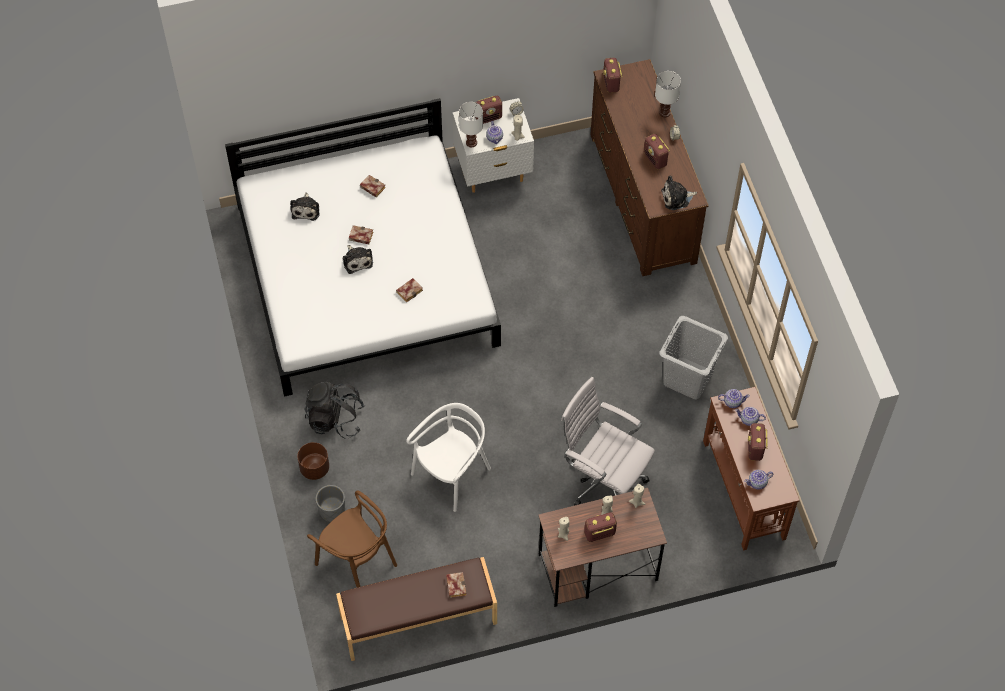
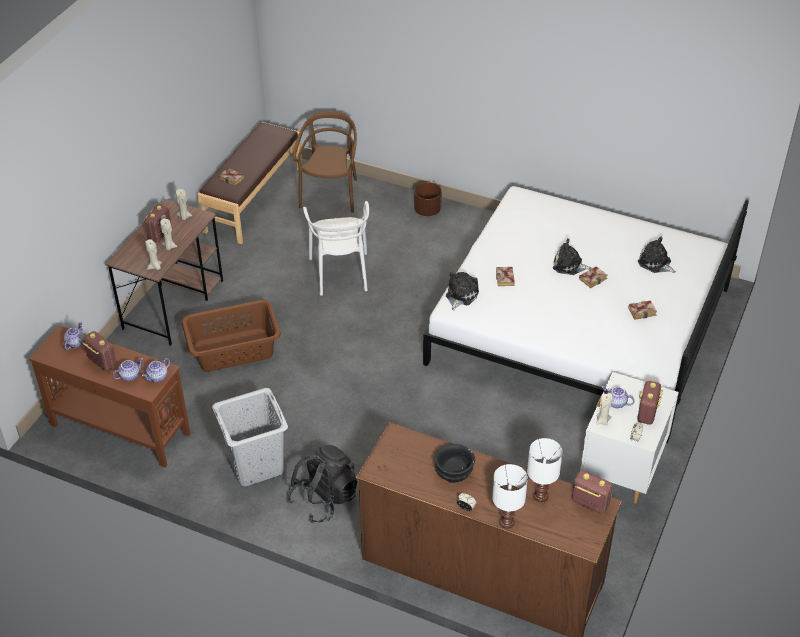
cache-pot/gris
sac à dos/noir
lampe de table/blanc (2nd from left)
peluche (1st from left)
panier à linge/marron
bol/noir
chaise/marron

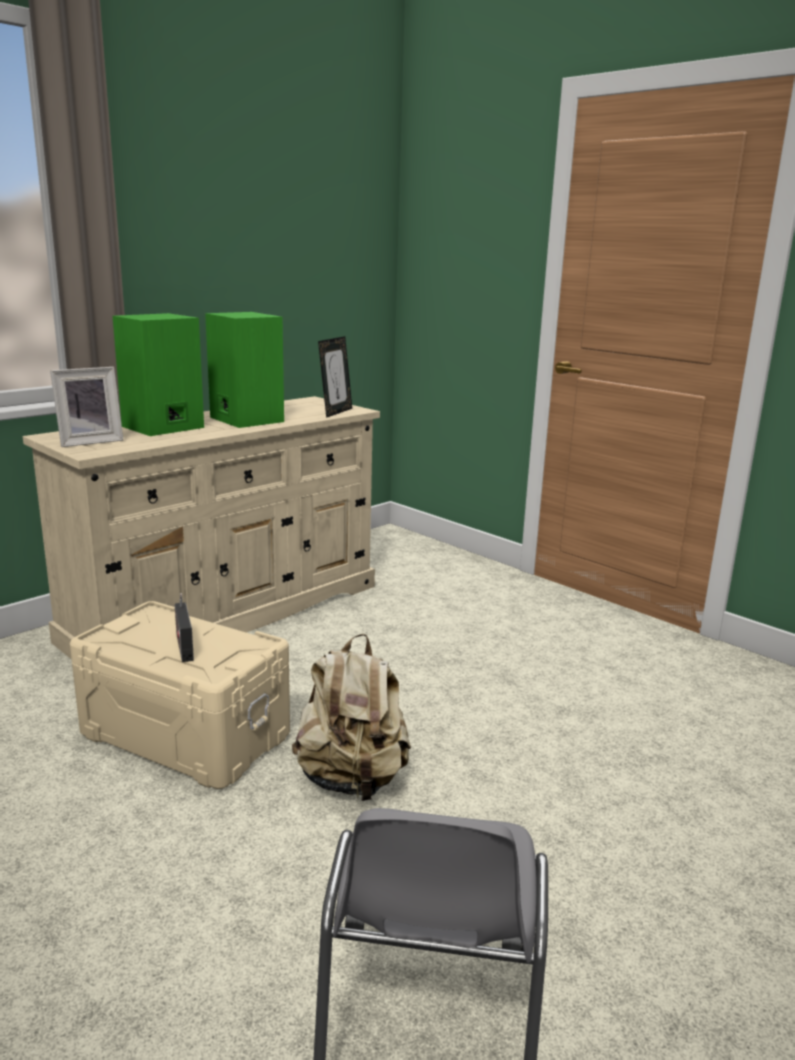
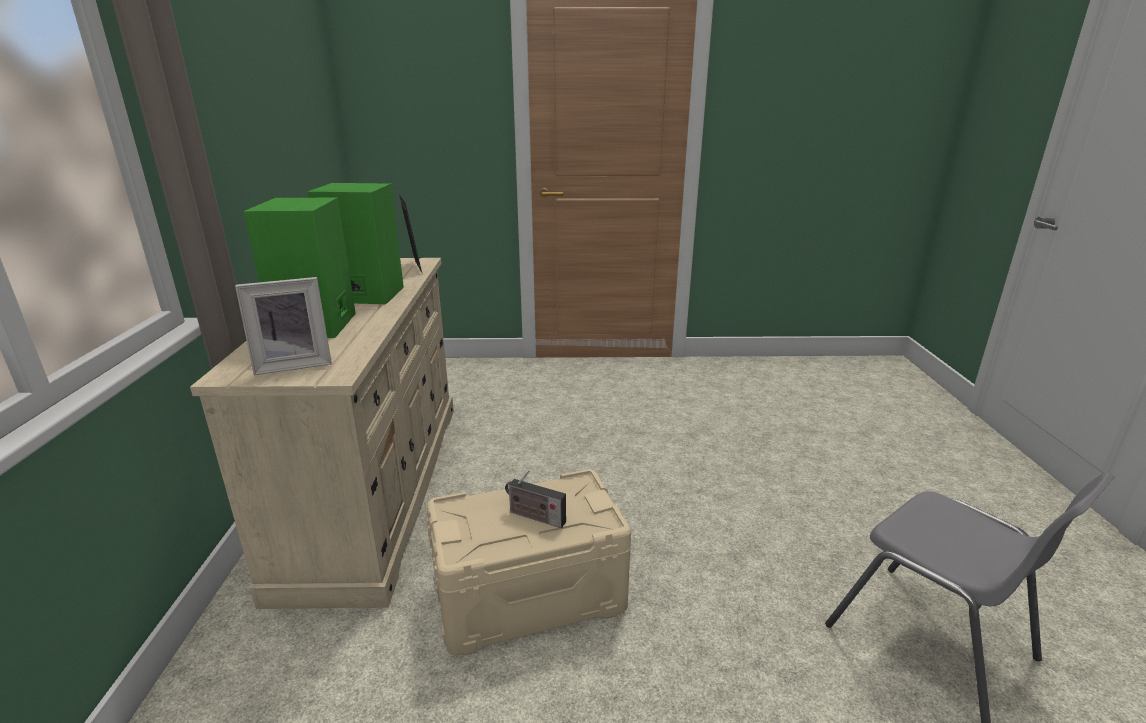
sac à dos/beige
cadre photo (1st from left)

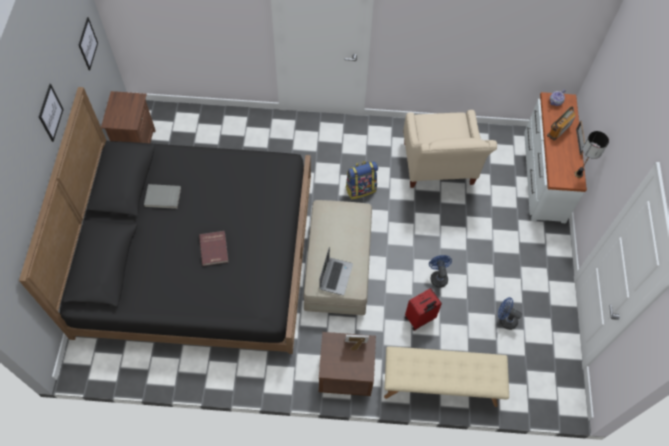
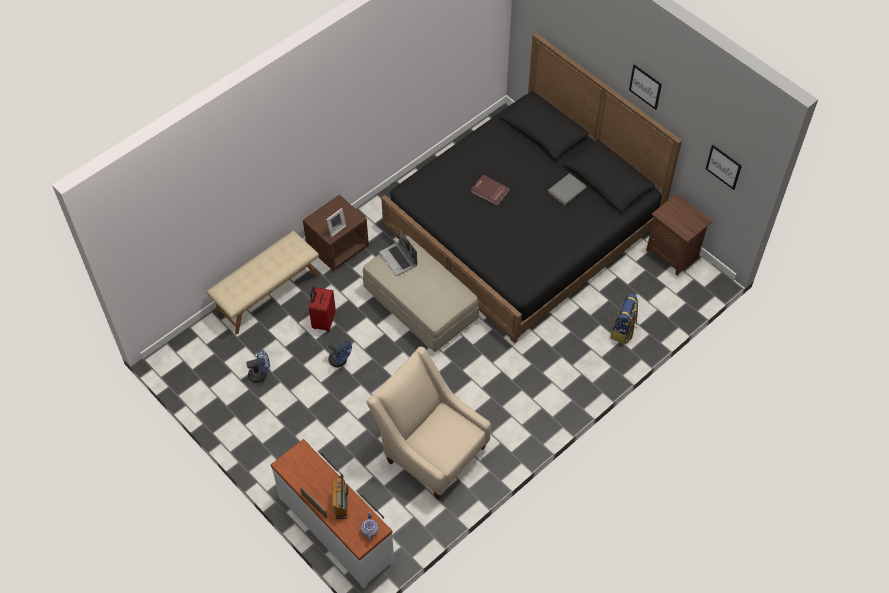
lampe de table
sac à dos

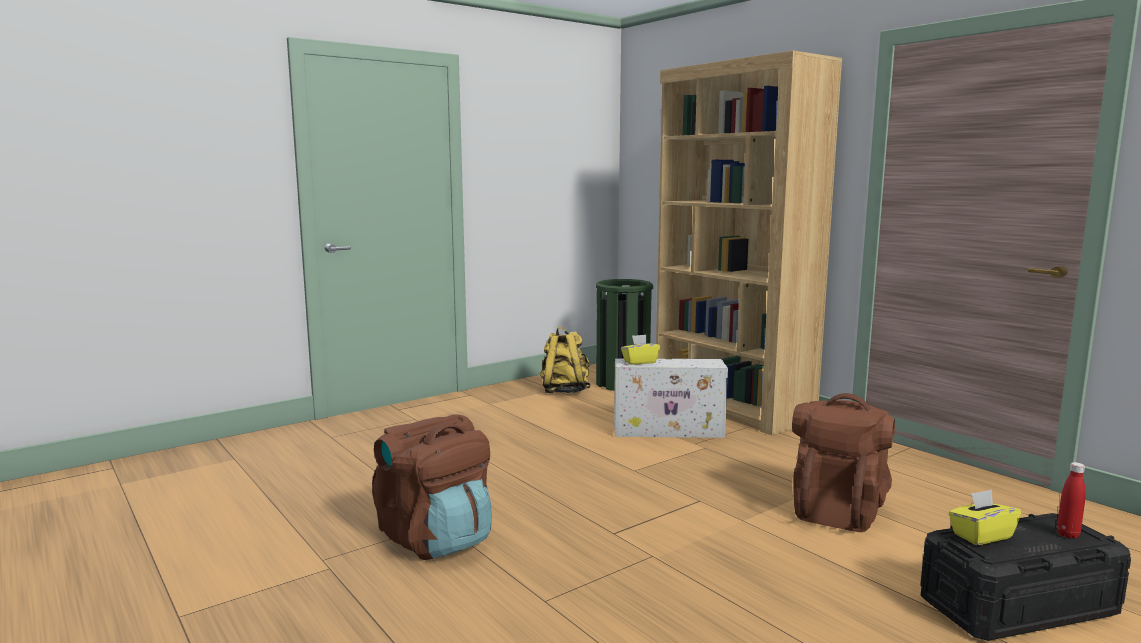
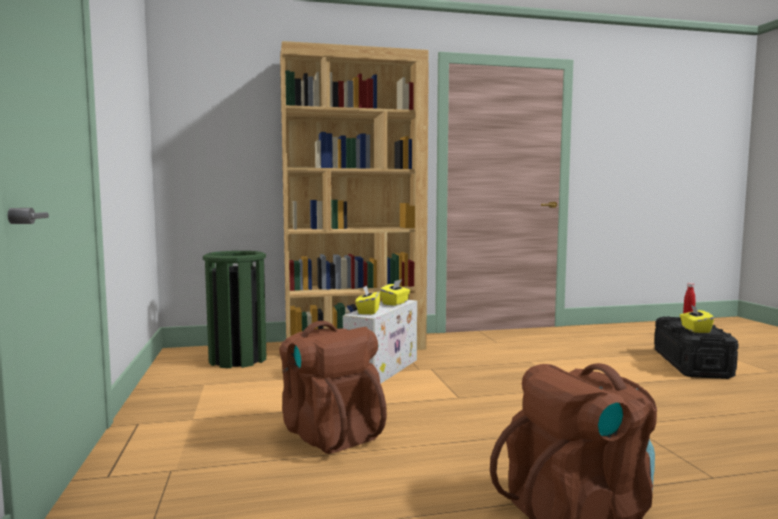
sac à dos/jaune
boîte à mouchoirs/jaune (2nd from left)
sac à dos/marron (1st from left)

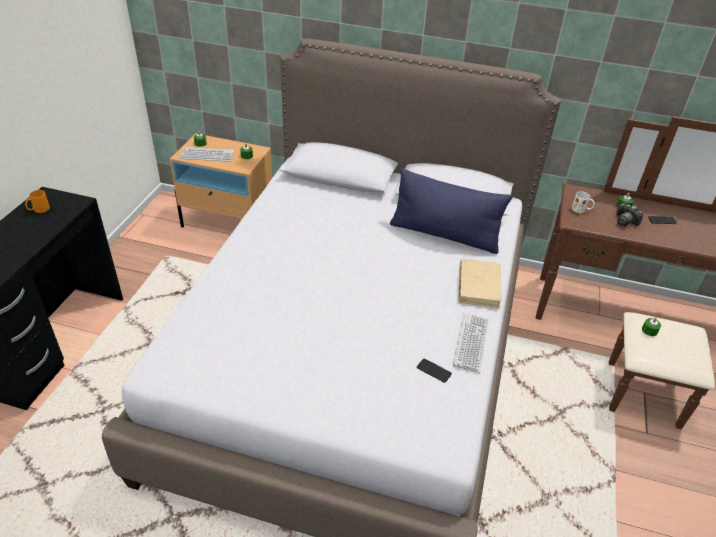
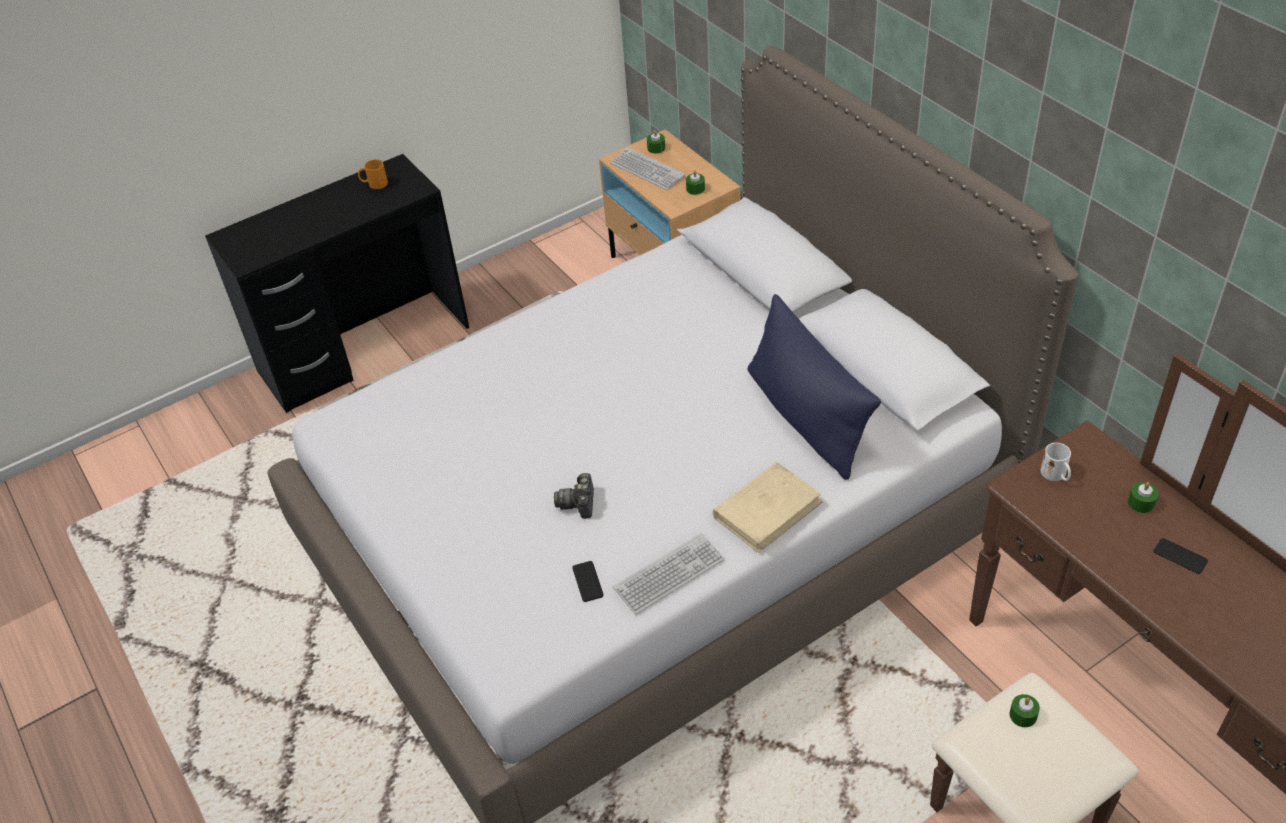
appareil photo

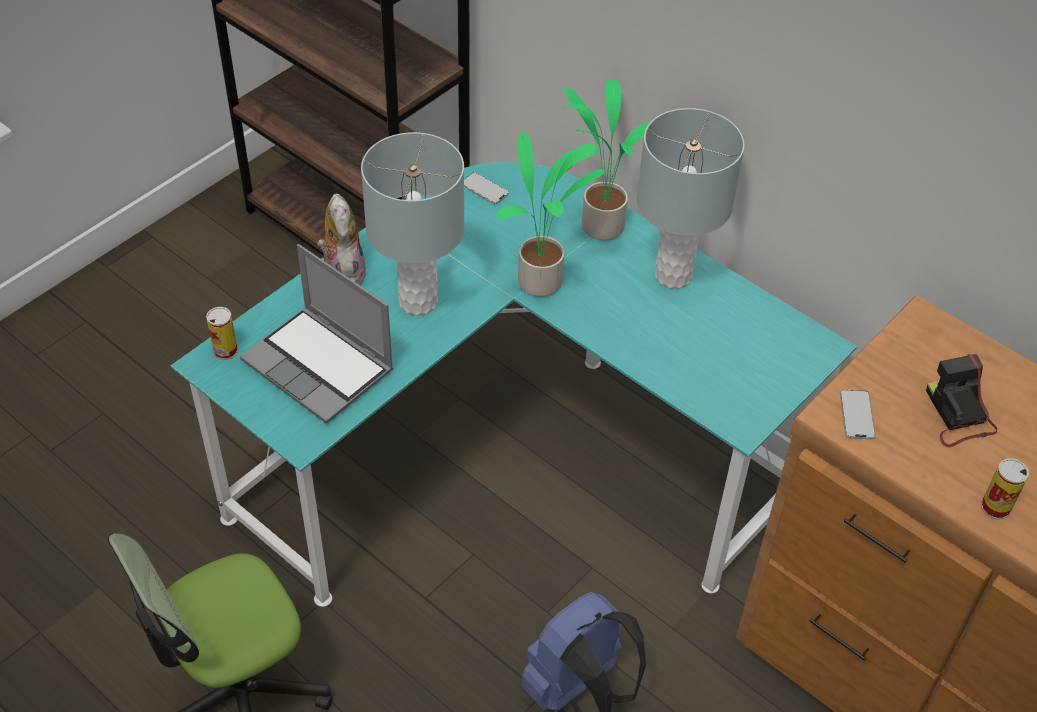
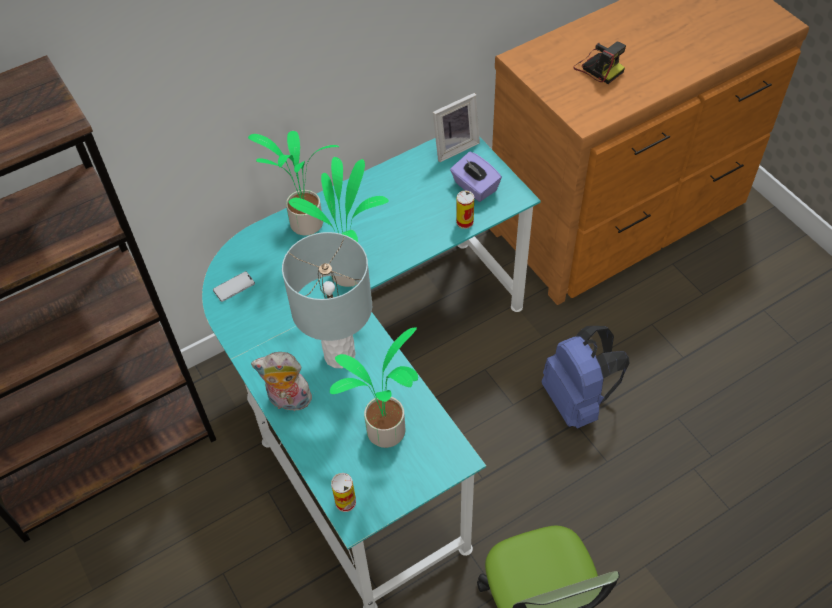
lampe de table/gris (2nd from left in the first image)
téléphone (2nd from left in the first image)
cadre photo
boîte à mouchoirs/violet
boîte métallique (2nd from left)
plante en pot (3rd from left)
appareil photo

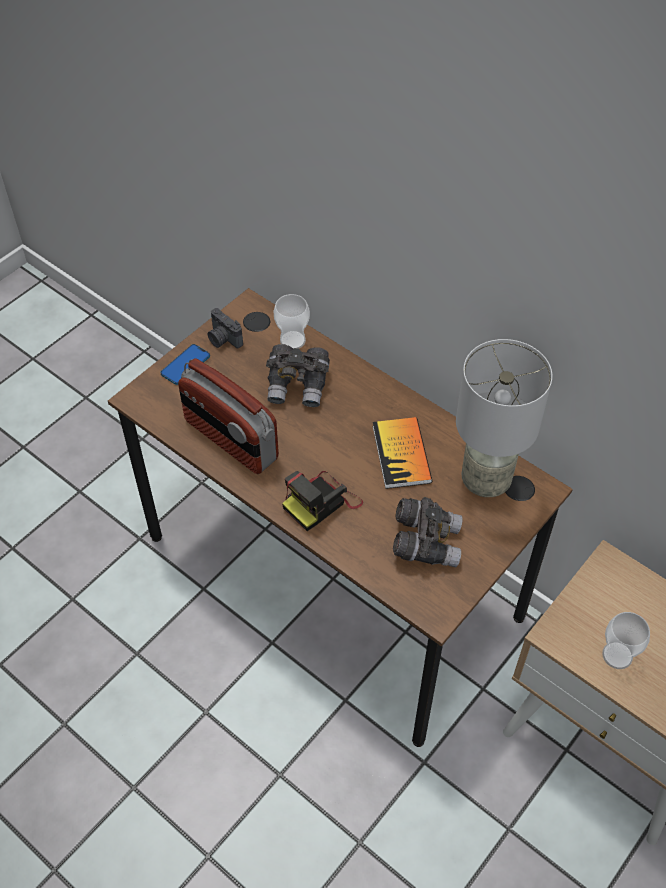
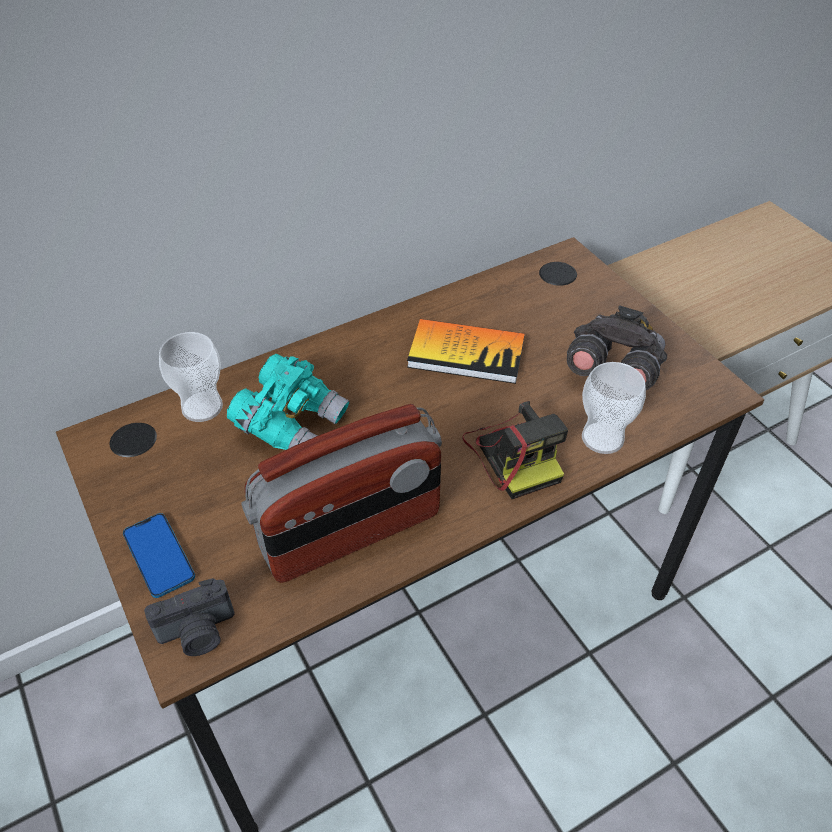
lampe de table/gris
appareil photo (1st from left)
tasse (2nd from left)
jumelles/turquoise

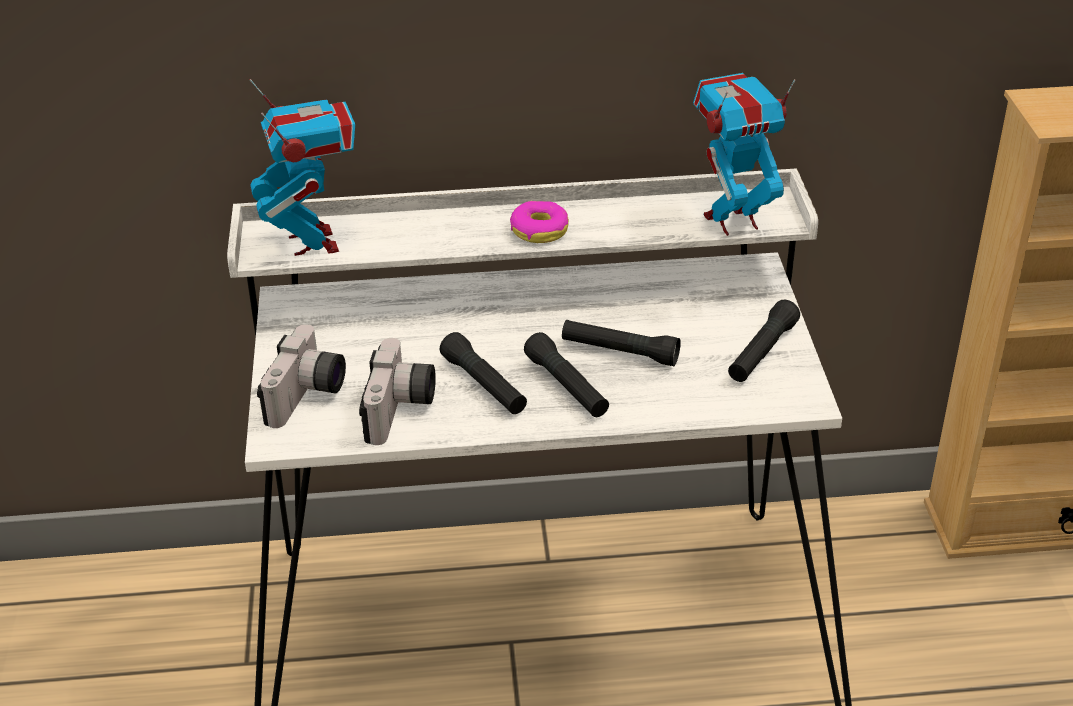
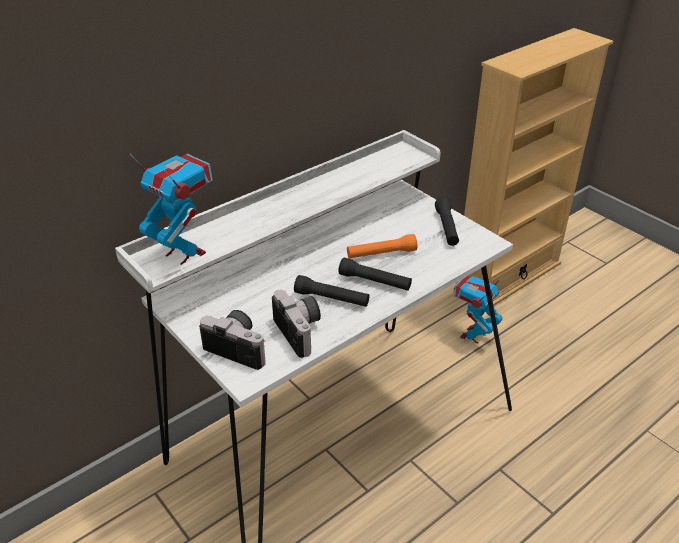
beignet
robot jouet (2nd from left)
lampe de poche/orange
appareil photo (1st from left)

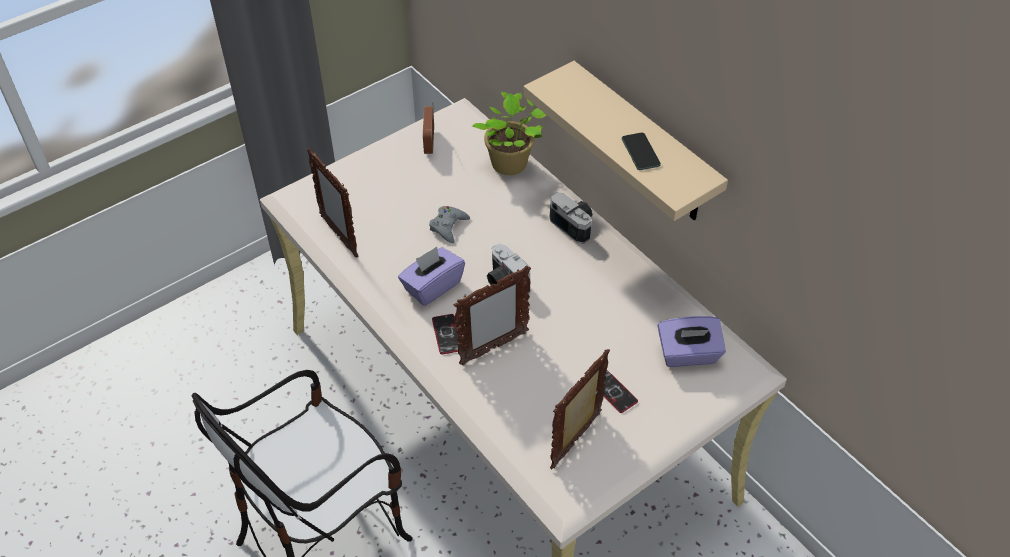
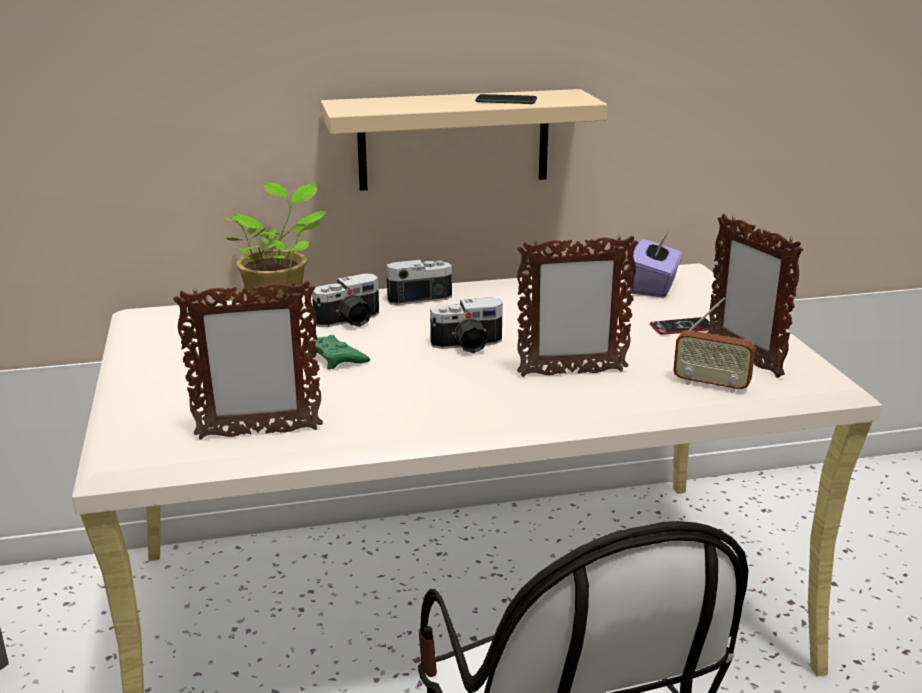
boîte à mouchoirs/violet (1st from left in the first image)
téléphone (1st from left in the first image)
appareil photo (1st from left)
radio
manette/vert
cadre photo (2nd from left)

